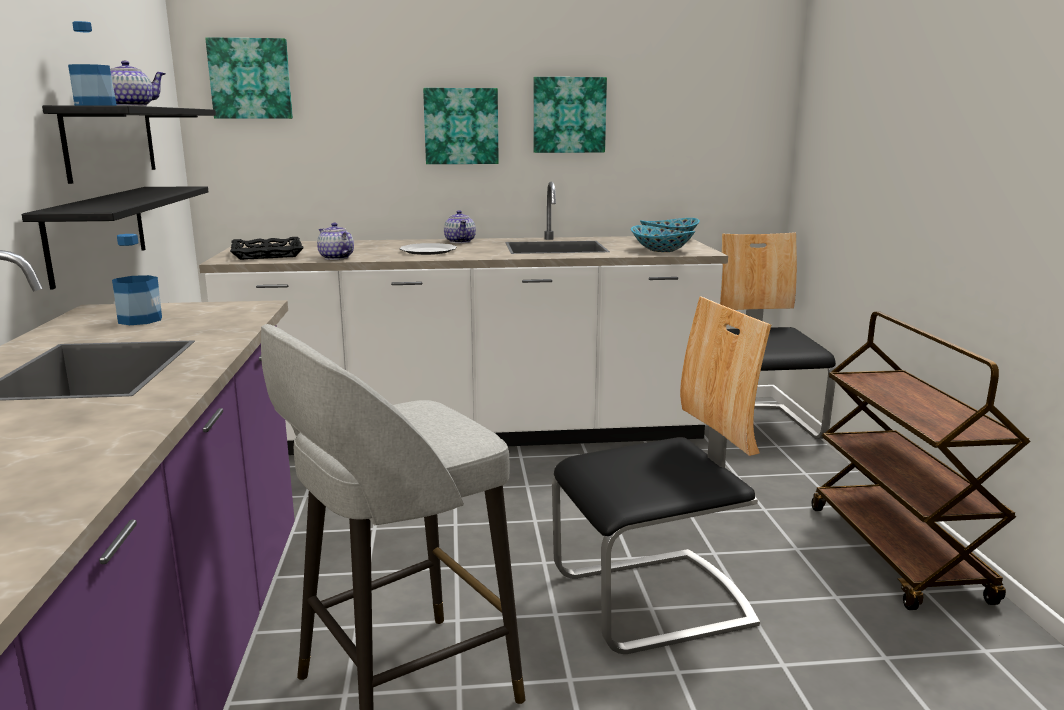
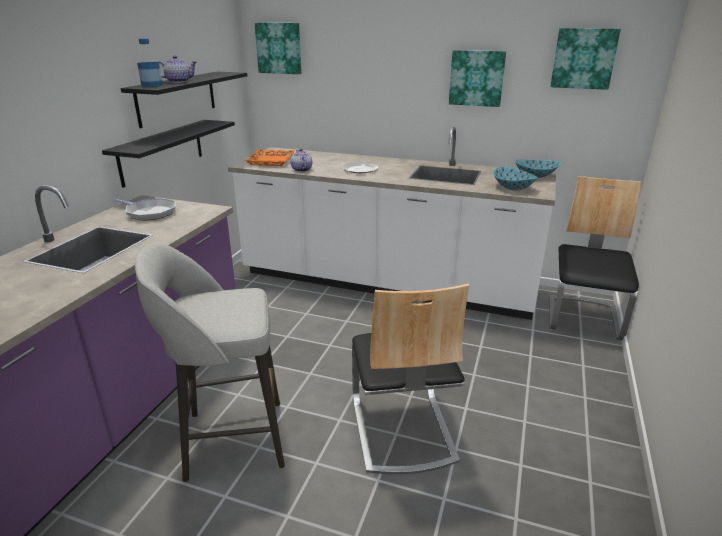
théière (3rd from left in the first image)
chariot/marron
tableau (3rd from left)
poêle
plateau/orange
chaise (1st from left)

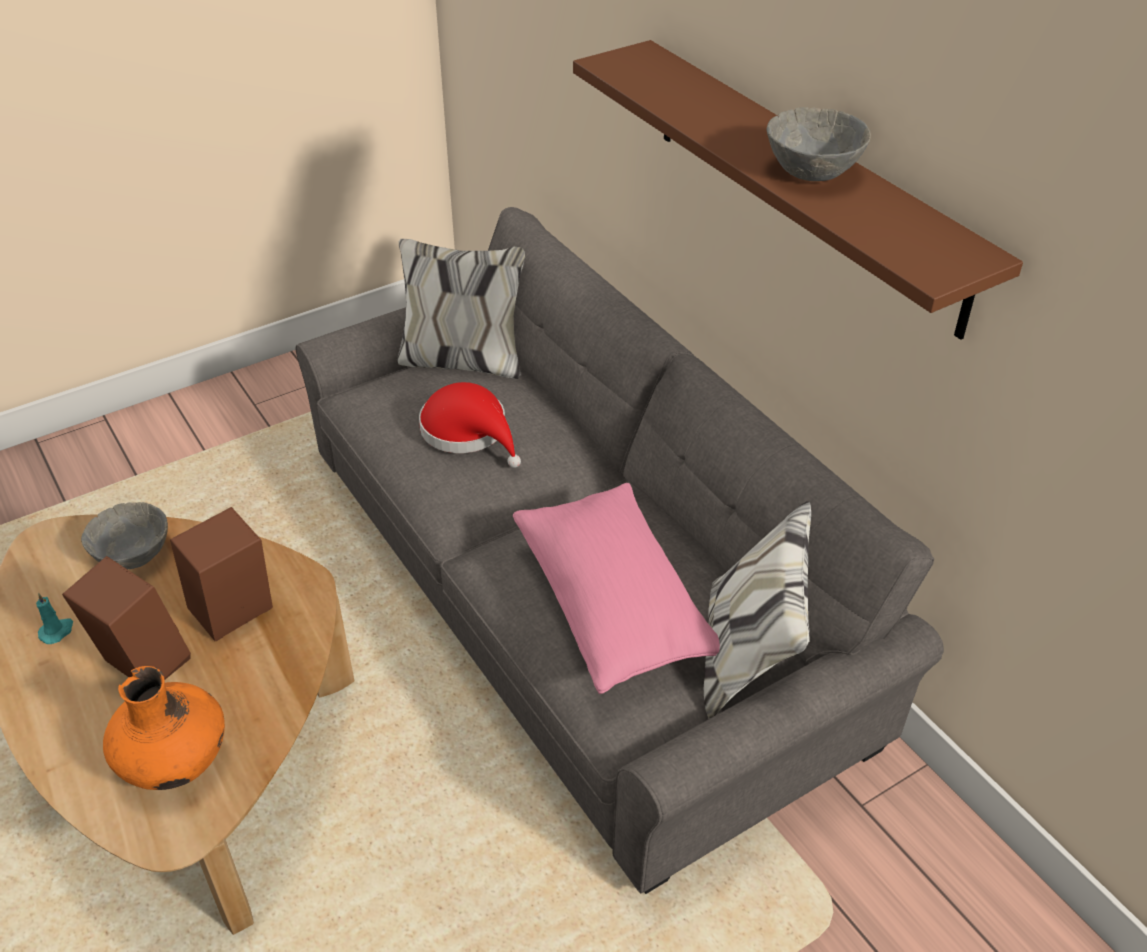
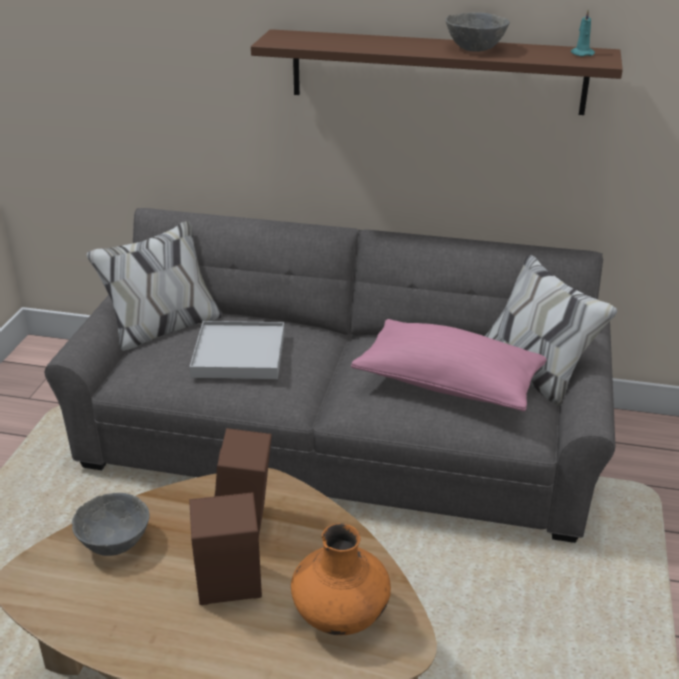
bougie/turquoise
plateau/blanc

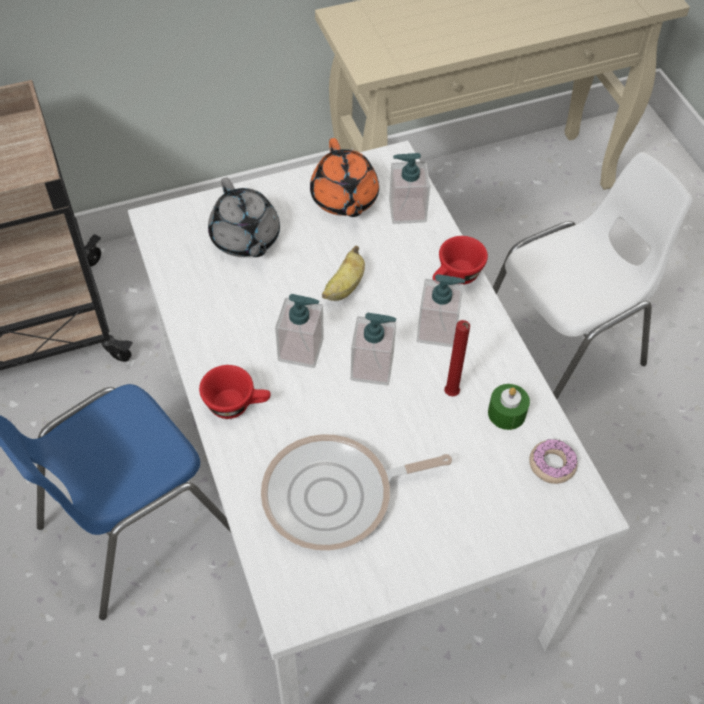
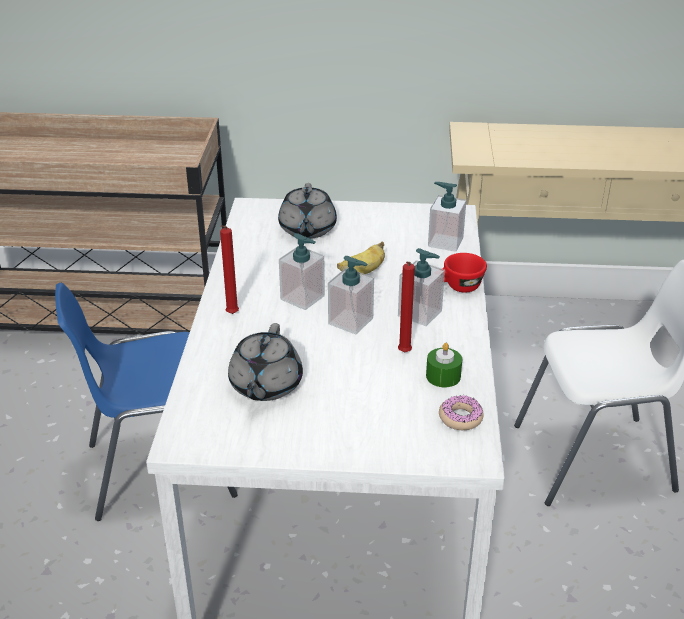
théière/orange
bougie/rouge (1st from left)
théière/gris (1st from left)

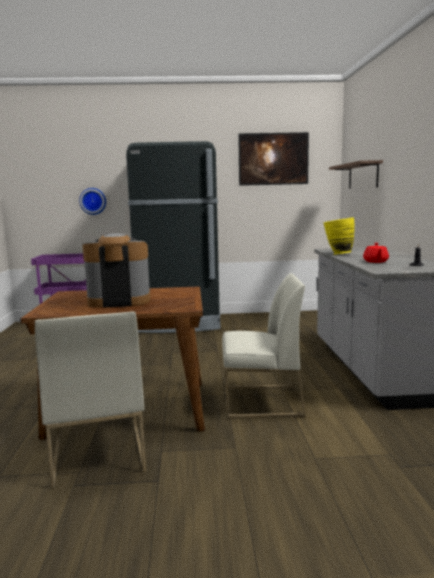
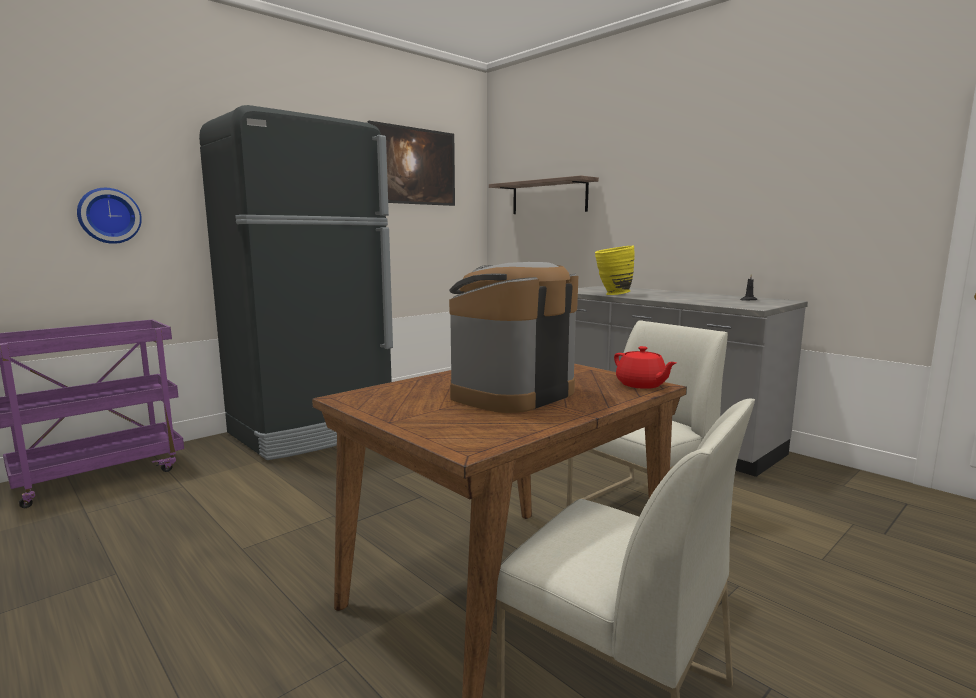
théière/rouge

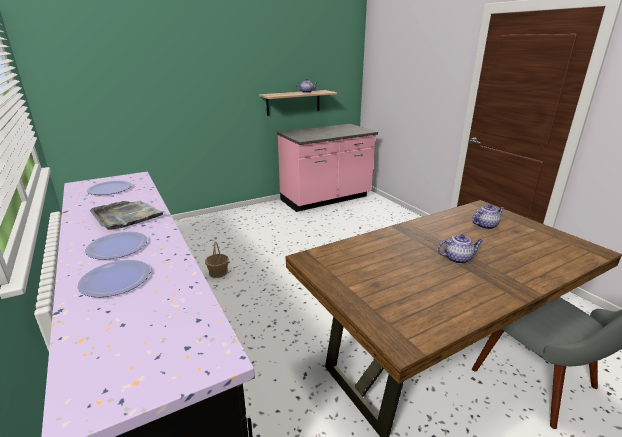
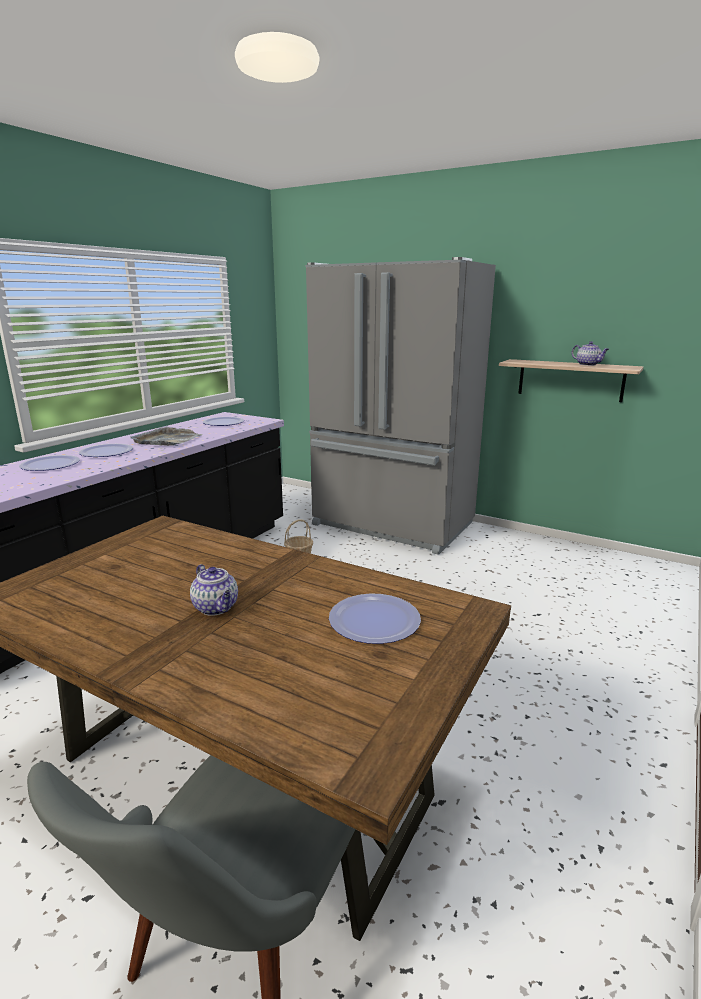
comptoir de cuisine/rose
réfrigérateur/gris
assiette (4th from left)

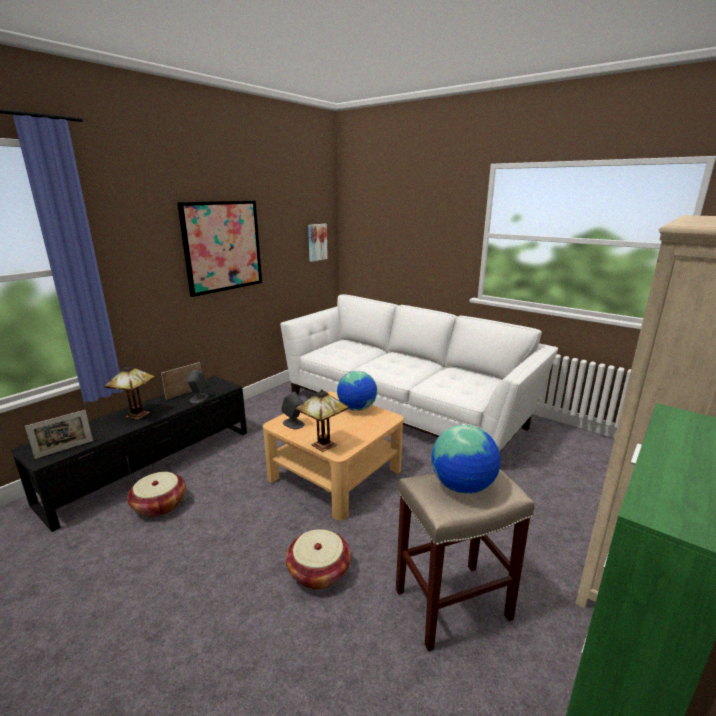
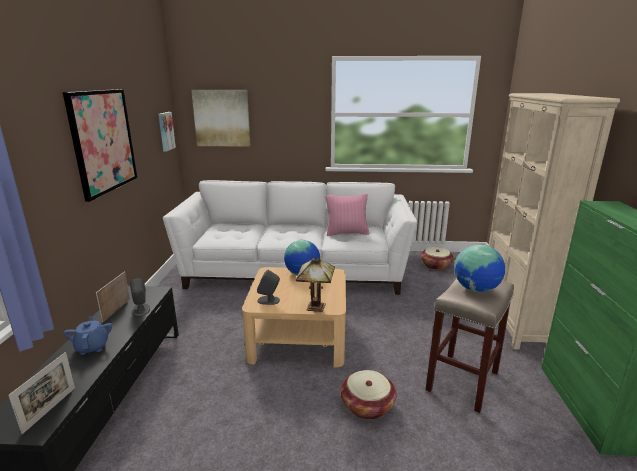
tableau (3rd from left)
coussin/rose
panier (2nd from left)
théière/bleu

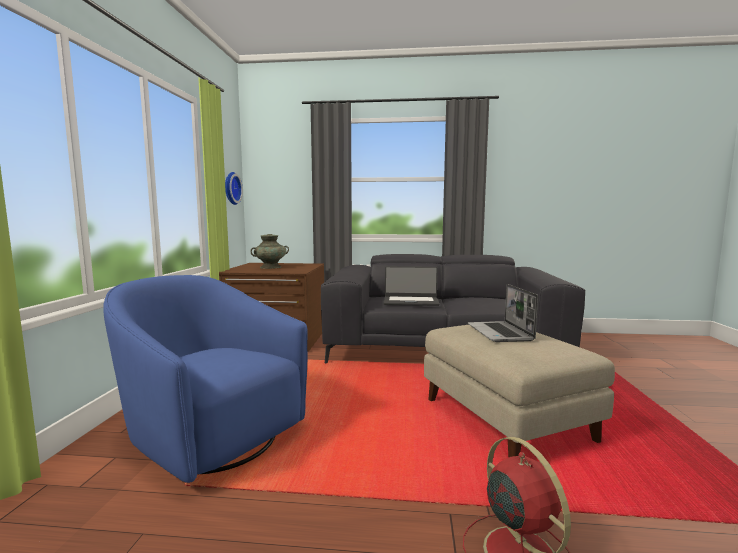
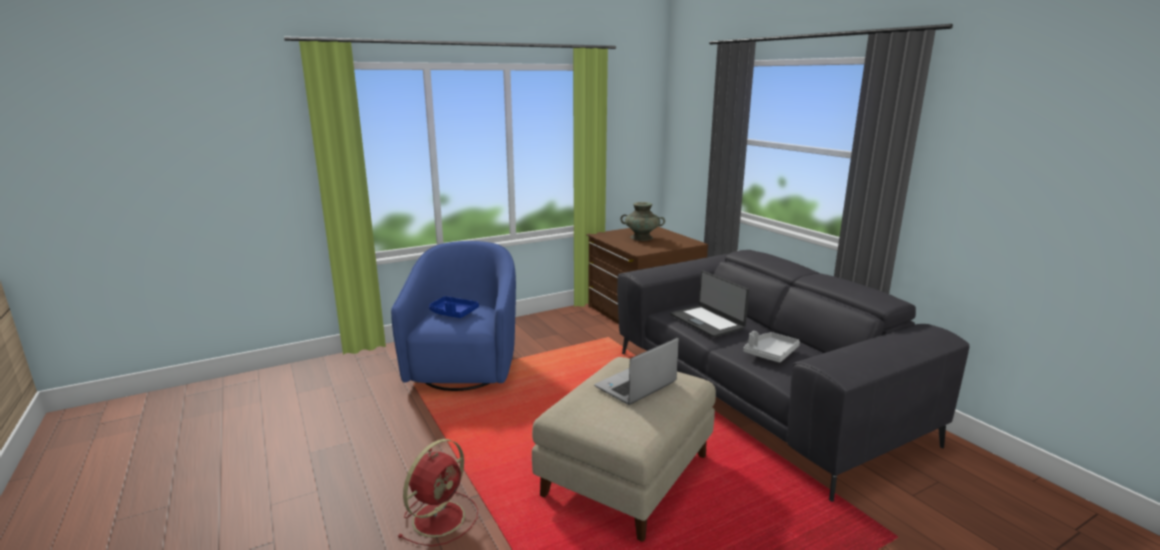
horloge murale
plateau/bleu
plateau/gris

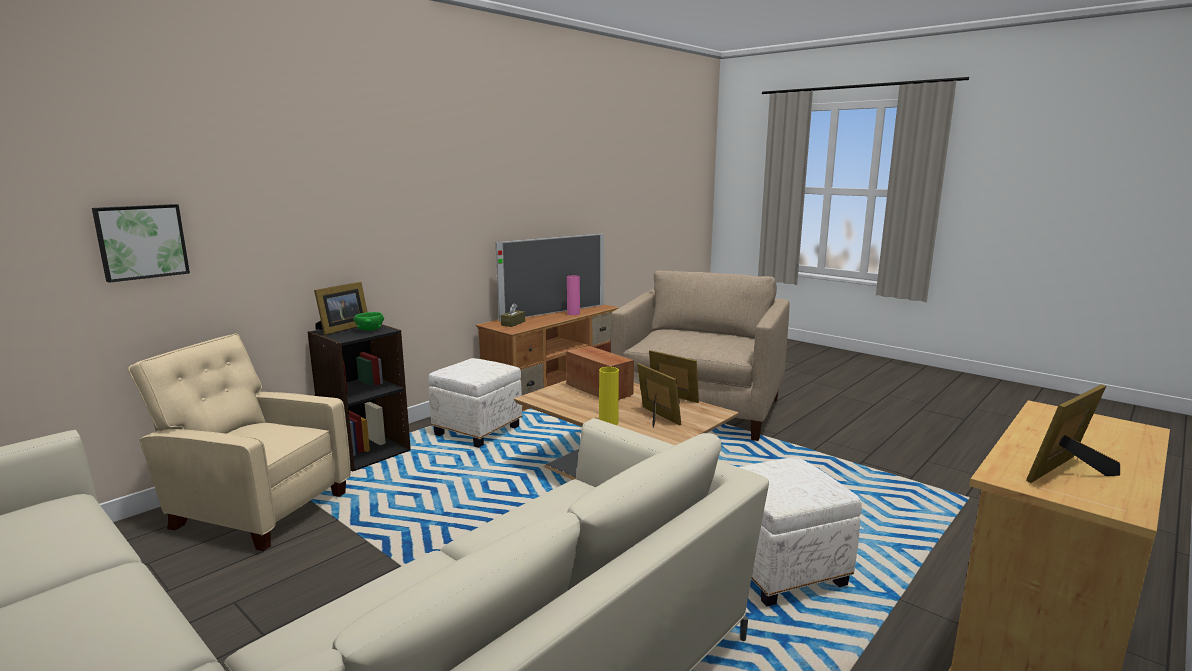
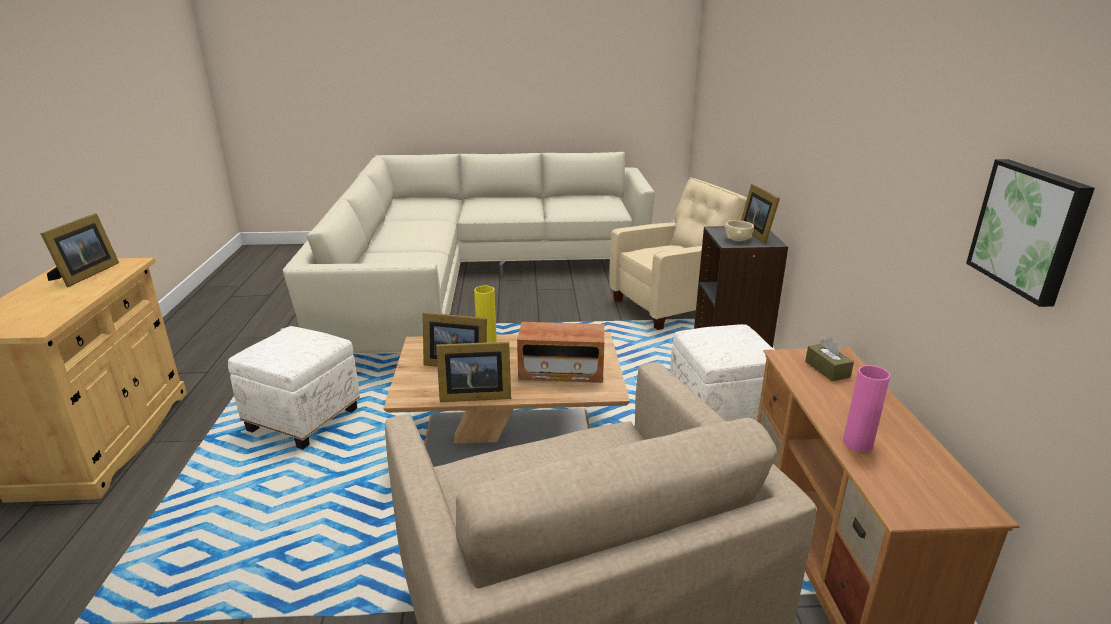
téléviseur
tableau
bol/beige

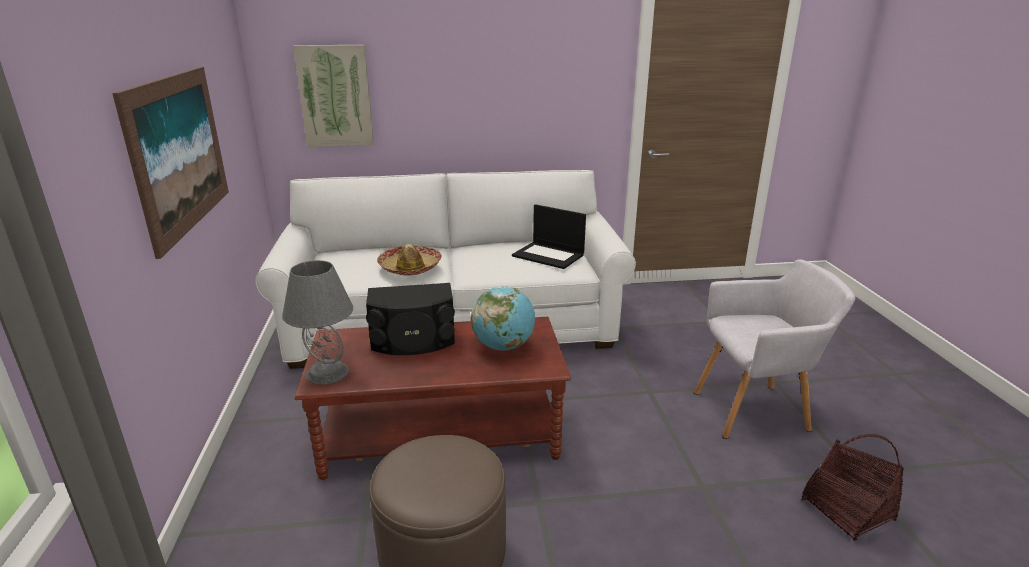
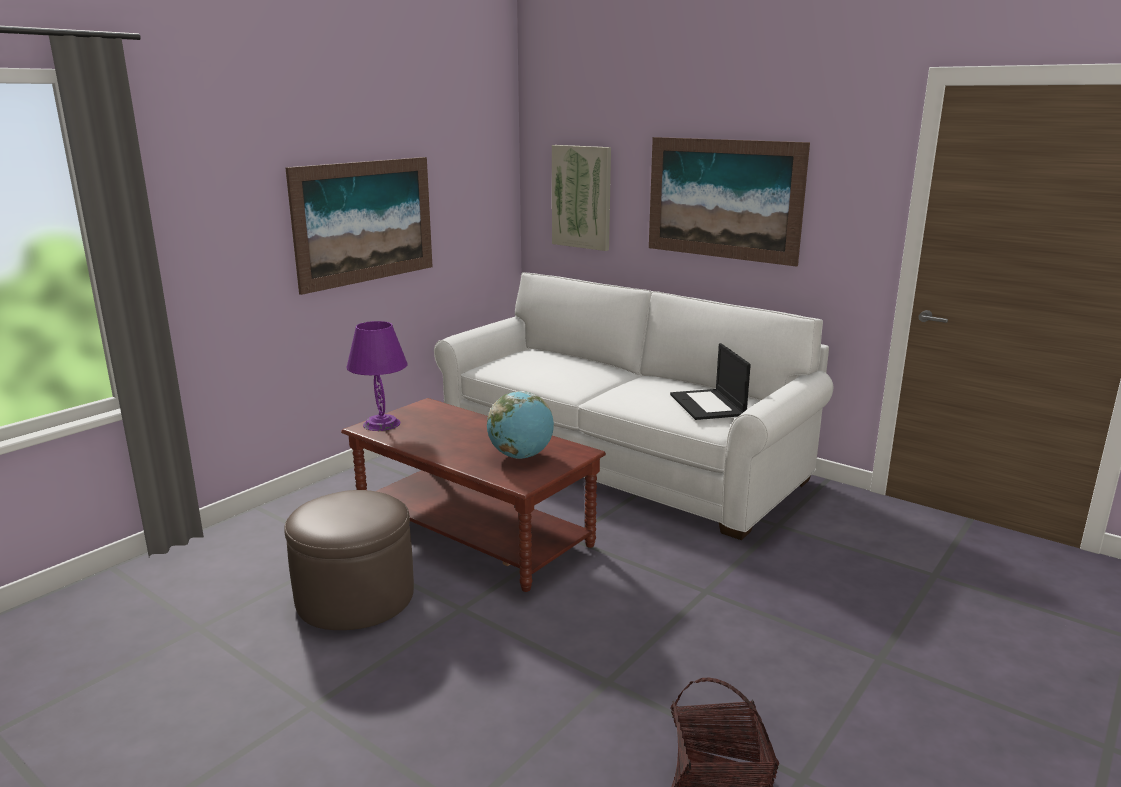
enceinte/noir
chapeau
fauteuil/gris
tableau (3rd from left)
lampe de table/violet

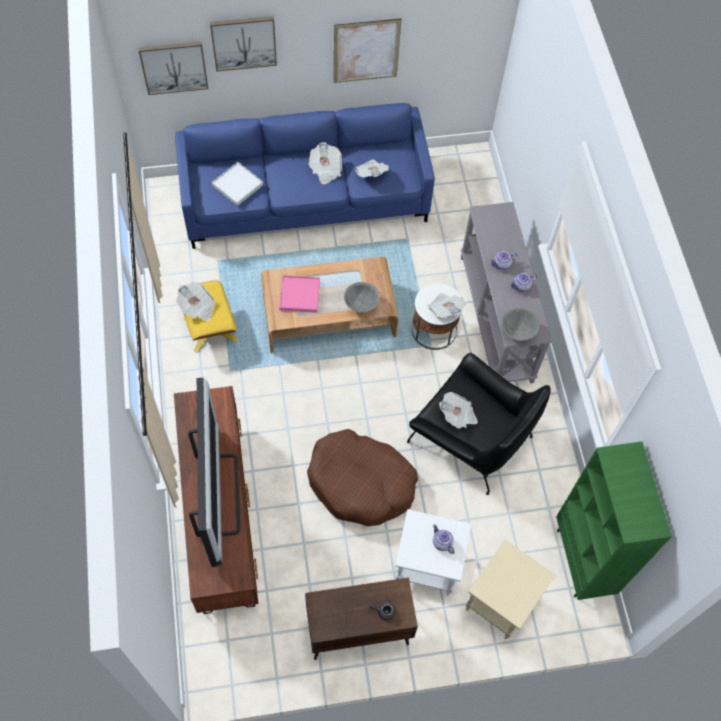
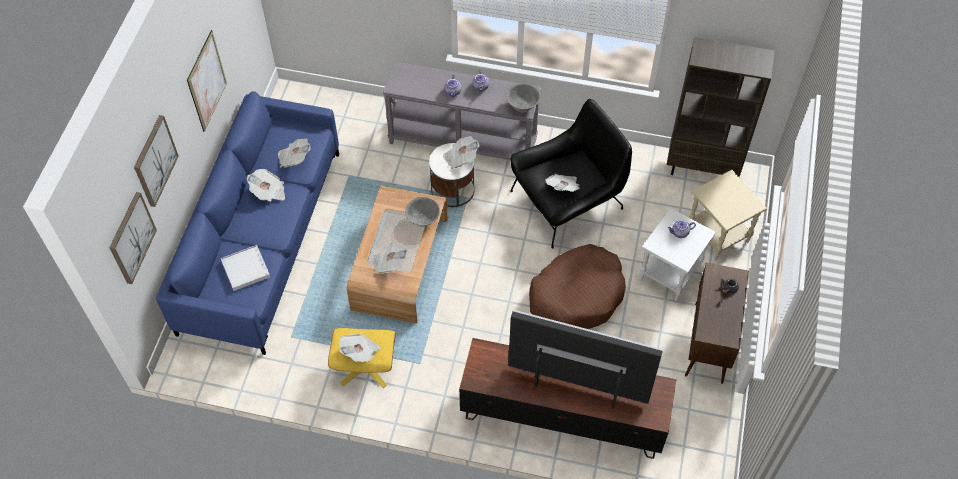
journal (4th from left)
bibliothèque/marron

